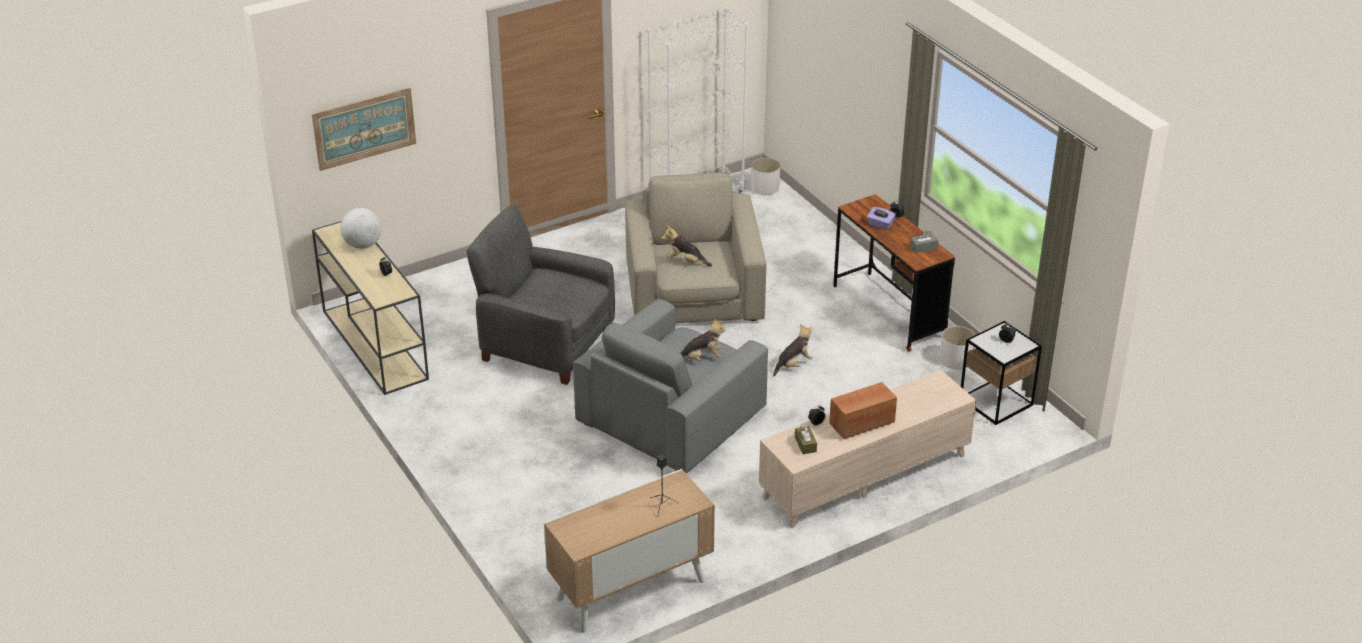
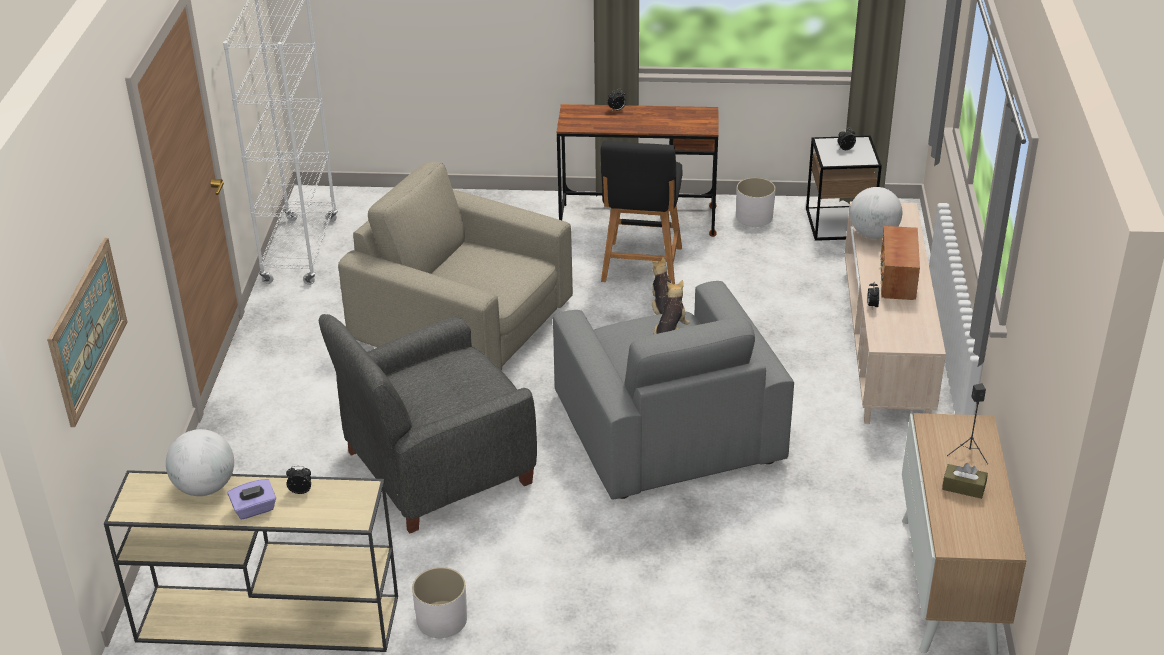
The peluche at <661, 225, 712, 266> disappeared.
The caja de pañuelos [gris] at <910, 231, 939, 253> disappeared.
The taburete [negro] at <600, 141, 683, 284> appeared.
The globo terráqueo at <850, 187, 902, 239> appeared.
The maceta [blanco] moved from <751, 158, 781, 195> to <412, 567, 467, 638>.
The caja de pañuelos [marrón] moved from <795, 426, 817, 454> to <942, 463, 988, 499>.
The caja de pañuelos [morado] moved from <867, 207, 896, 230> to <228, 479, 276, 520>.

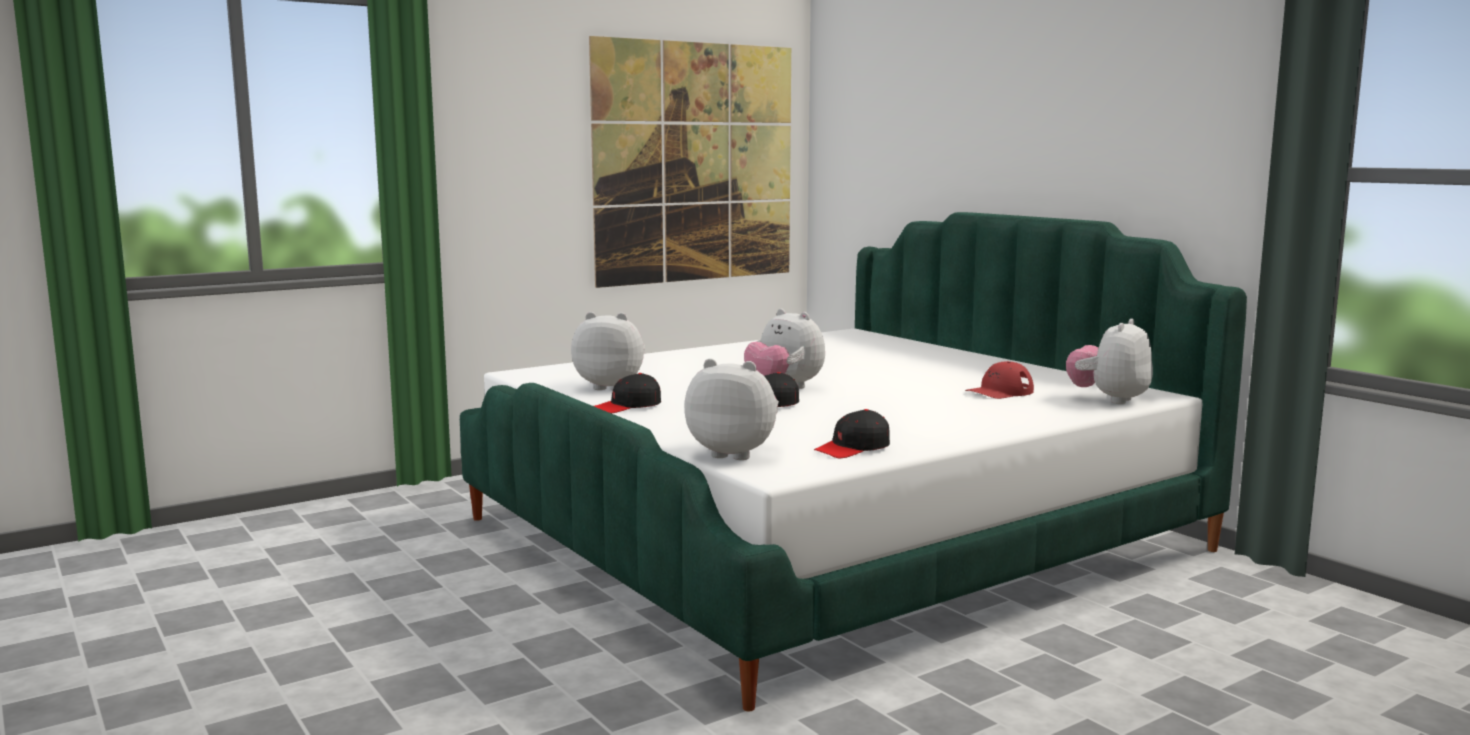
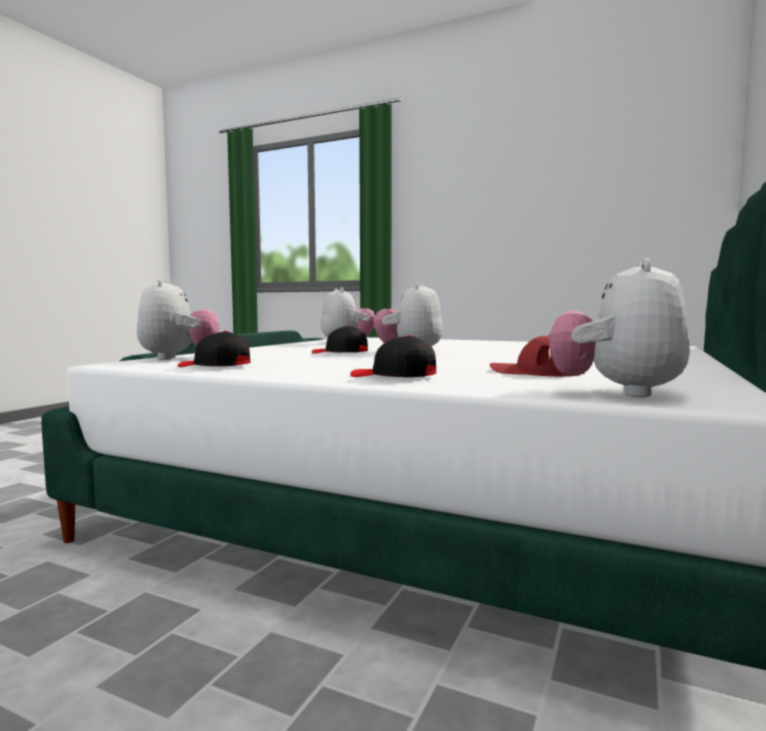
The cuadro at <589, 36, 791, 288> disappeared.
The gorra [negro] moved from <594, 373, 661, 413> to <350, 335, 436, 377>.
The peluche at <1066, 319, 1153, 404> turned 75 degrees counterclockwise.

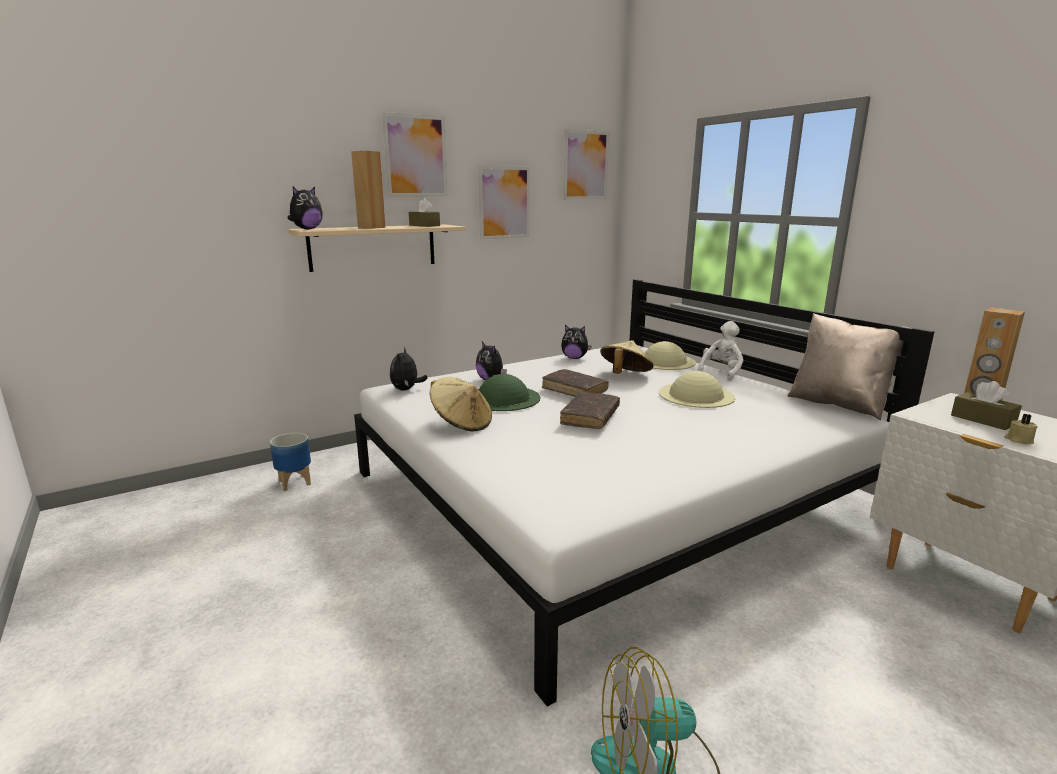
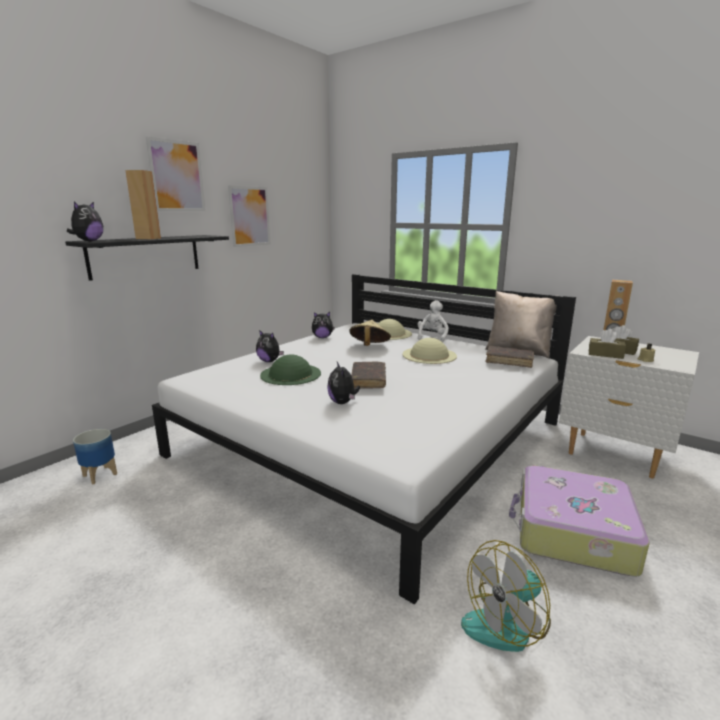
The sombrero [beis] at <430, 377, 492, 432> disappeared.
The cuadro at <563, 129, 609, 200> disappeared.
The maleta at <509, 466, 649, 577> appeared.
The peluche moved from <390, 347, 427, 391> to <327, 362, 360, 404>.
The caja de pañuelos [marrón] moved from <409, 198, 440, 227> to <589, 329, 626, 359>.
The libro [marrón] moved from <542, 369, 609, 397> to <486, 346, 534, 368>.
The estante [beis] at <288, 225, 466, 272> became the estante [negro] at <65, 235, 229, 281>.

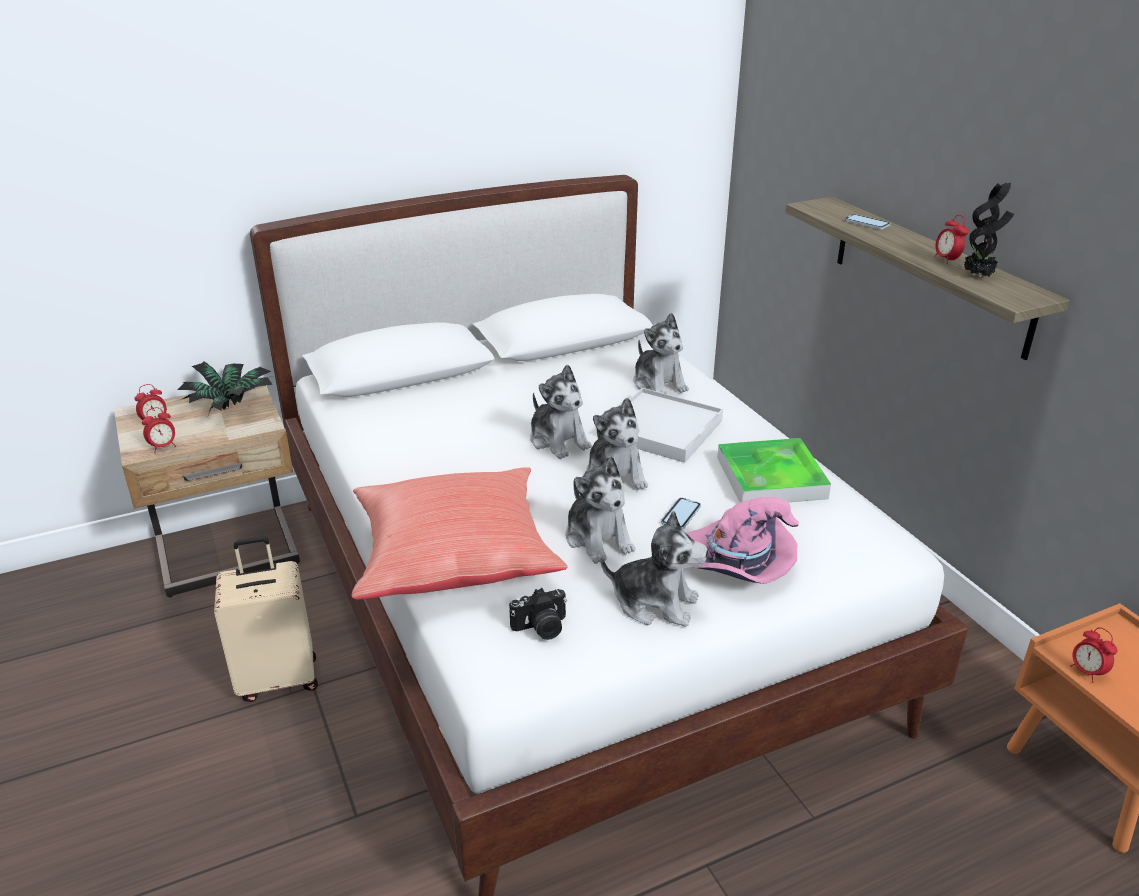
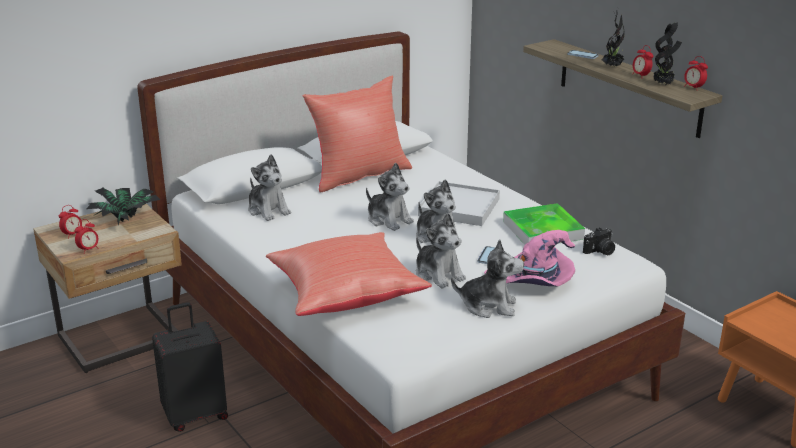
The cojín [rojo] at <303, 76, 412, 193> appeared.
The planta en maceta at <602, 9, 625, 67> appeared.
The cámara moved from <509, 588, 567, 640> to <583, 228, 615, 255>.
The peluche moved from <634, 313, 689, 394> to <248, 154, 291, 221>.
The despertador moved from <1070, 627, 1117, 683> to <684, 56, 708, 91>.
The maleta [beis] at <214, 536, 318, 702> became the maleta [negro] at <152, 302, 228, 432>.

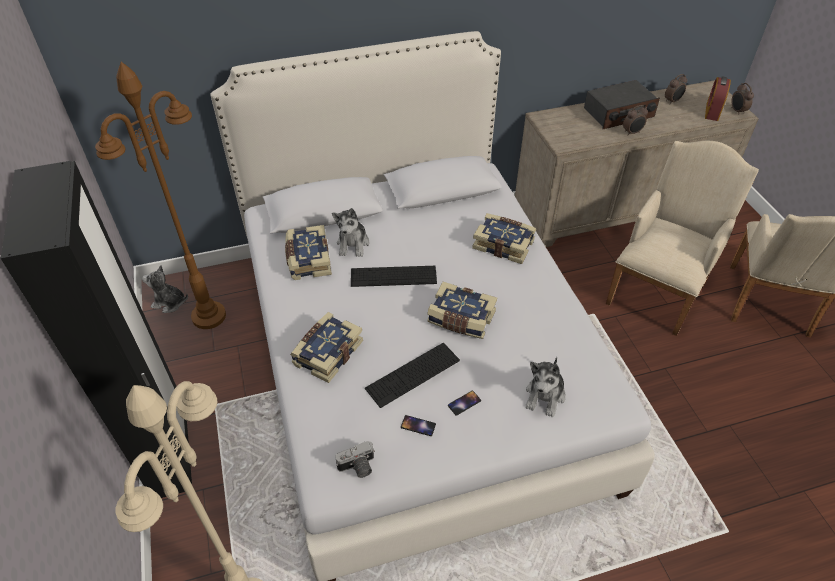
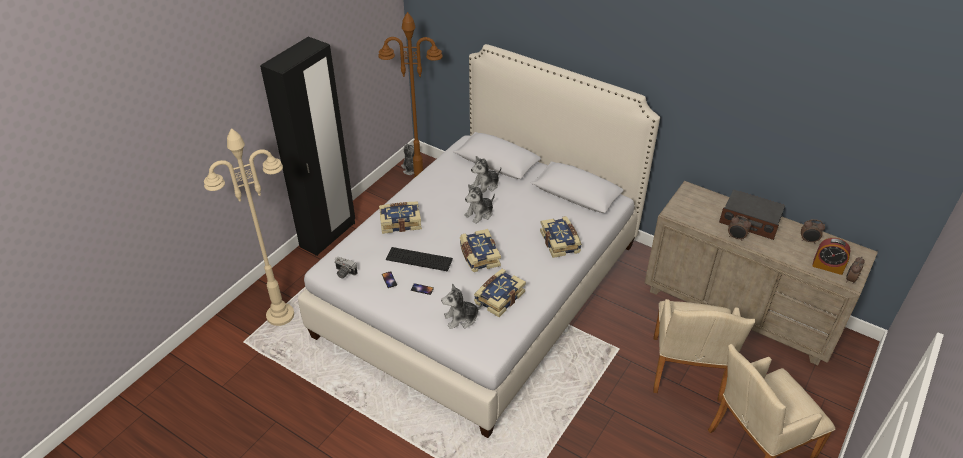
The libro moved from <285, 225, 332, 280> to <474, 269, 526, 317>.
The teclado at <351, 266, 437, 287> was replaced by the peluche at <464, 184, 495, 224>.
The sillón [beis] at <606, 141, 759, 336> turned 105 degrees clockwise.
The despertador at <705, 76, 731, 121> turned 135 degrees counterclockwise.

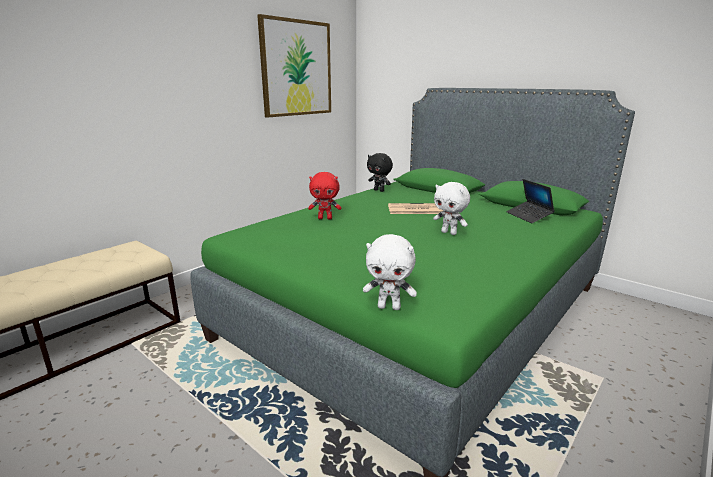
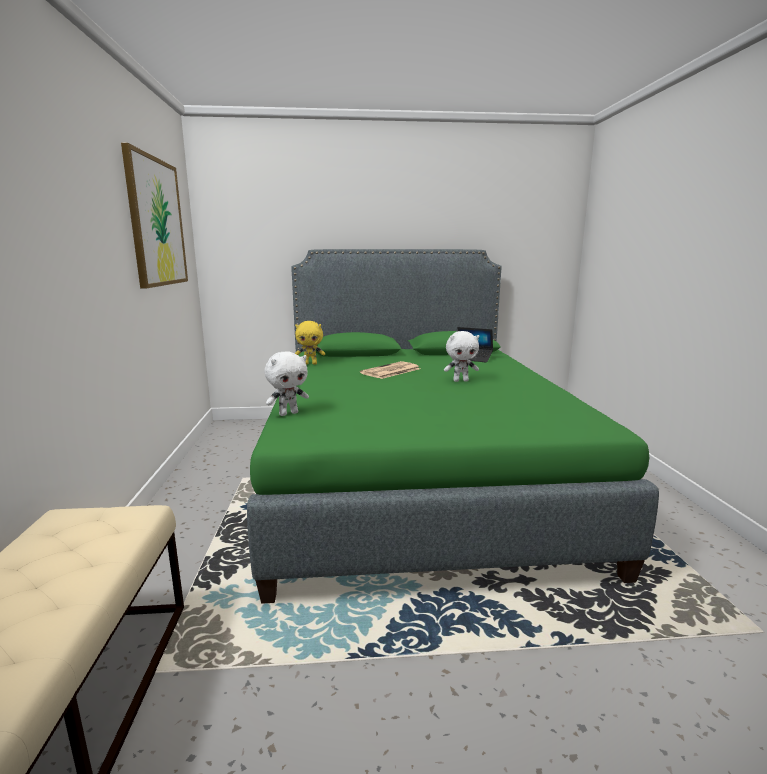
The peluche [rojo] at <308, 172, 341, 219> disappeared.
The peluche [blanco] moved from <363, 234, 417, 310> to <265, 351, 309, 416>.
The peluche [negro] at <367, 153, 393, 192> became the peluche [amarillo] at <295, 321, 325, 365>.

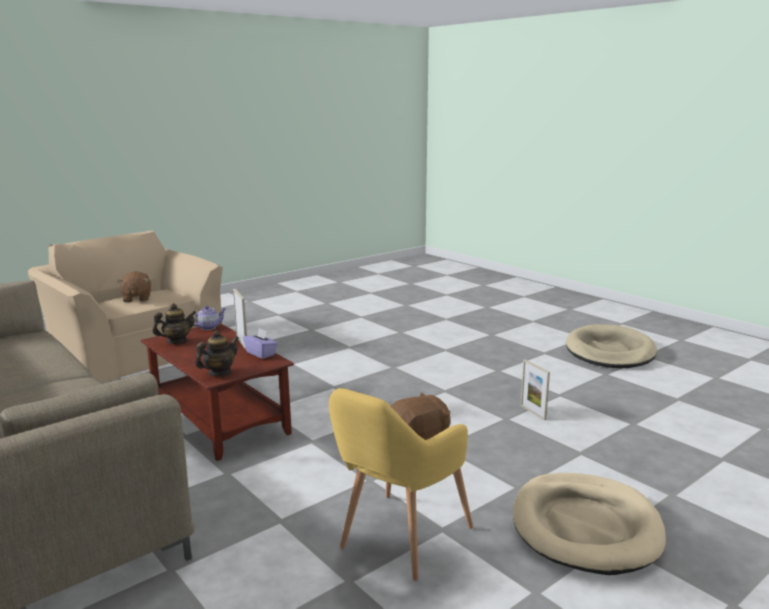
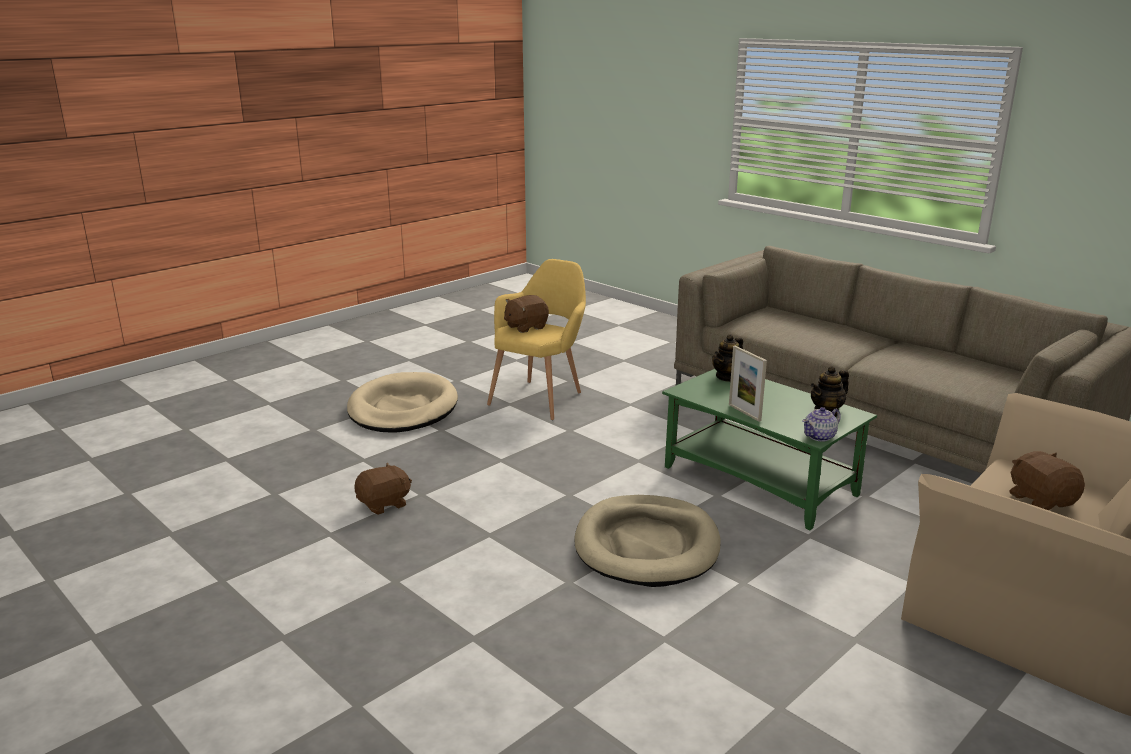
The caja de pañuelos [morado] at <243, 328, 278, 359> disappeared.
The cama para perro [beis] moved from <566, 324, 657, 368> to <574, 495, 720, 587>.
The portarretratos at <521, 359, 550, 420> was replaced by the peluche [marrón] at <354, 463, 412, 515>.
The mesa de centro [marrón] at <141, 323, 294, 461> became the mesa de centro [verde] at <662, 369, 877, 530>.

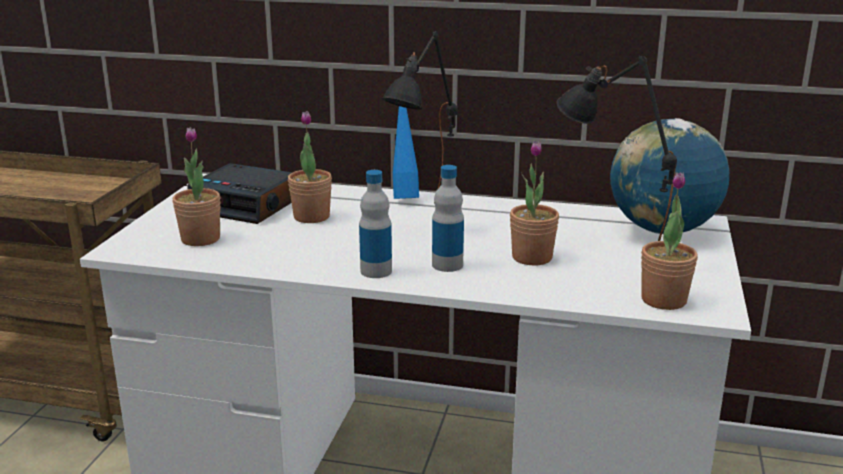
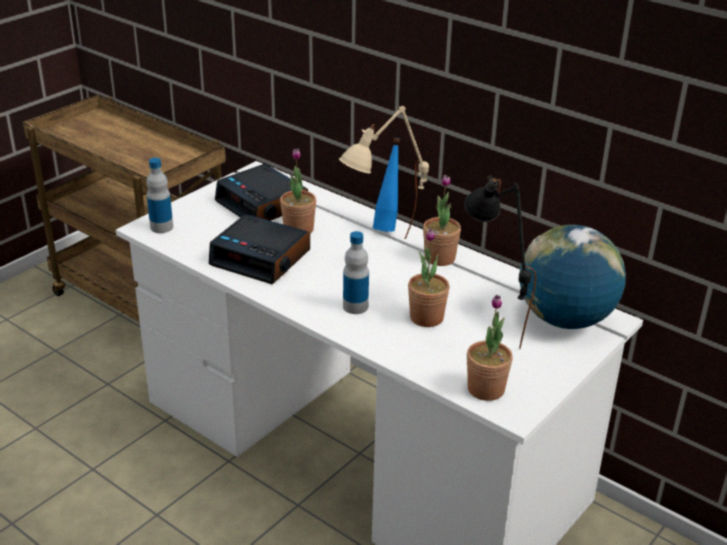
The despertador at <209, 214, 310, 284> appeared.
The planta en maceta moved from <172, 127, 221, 246> to <423, 175, 461, 266>.
The botella moved from <359, 170, 392, 278> to <146, 158, 173, 233>.
The lámpara de mesa [negro] at <382, 31, 458, 188> became the lámpara de mesa [beis] at <339, 106, 429, 239>.

